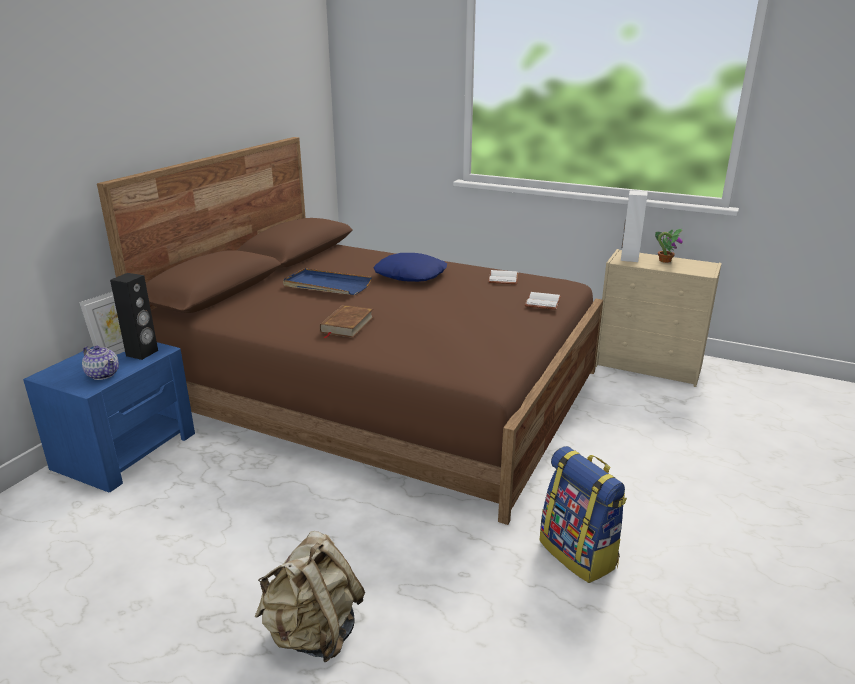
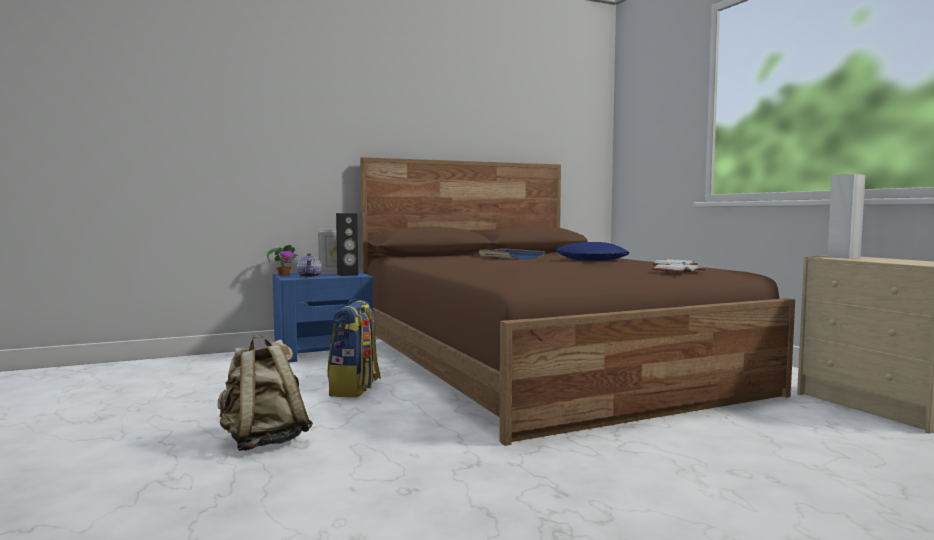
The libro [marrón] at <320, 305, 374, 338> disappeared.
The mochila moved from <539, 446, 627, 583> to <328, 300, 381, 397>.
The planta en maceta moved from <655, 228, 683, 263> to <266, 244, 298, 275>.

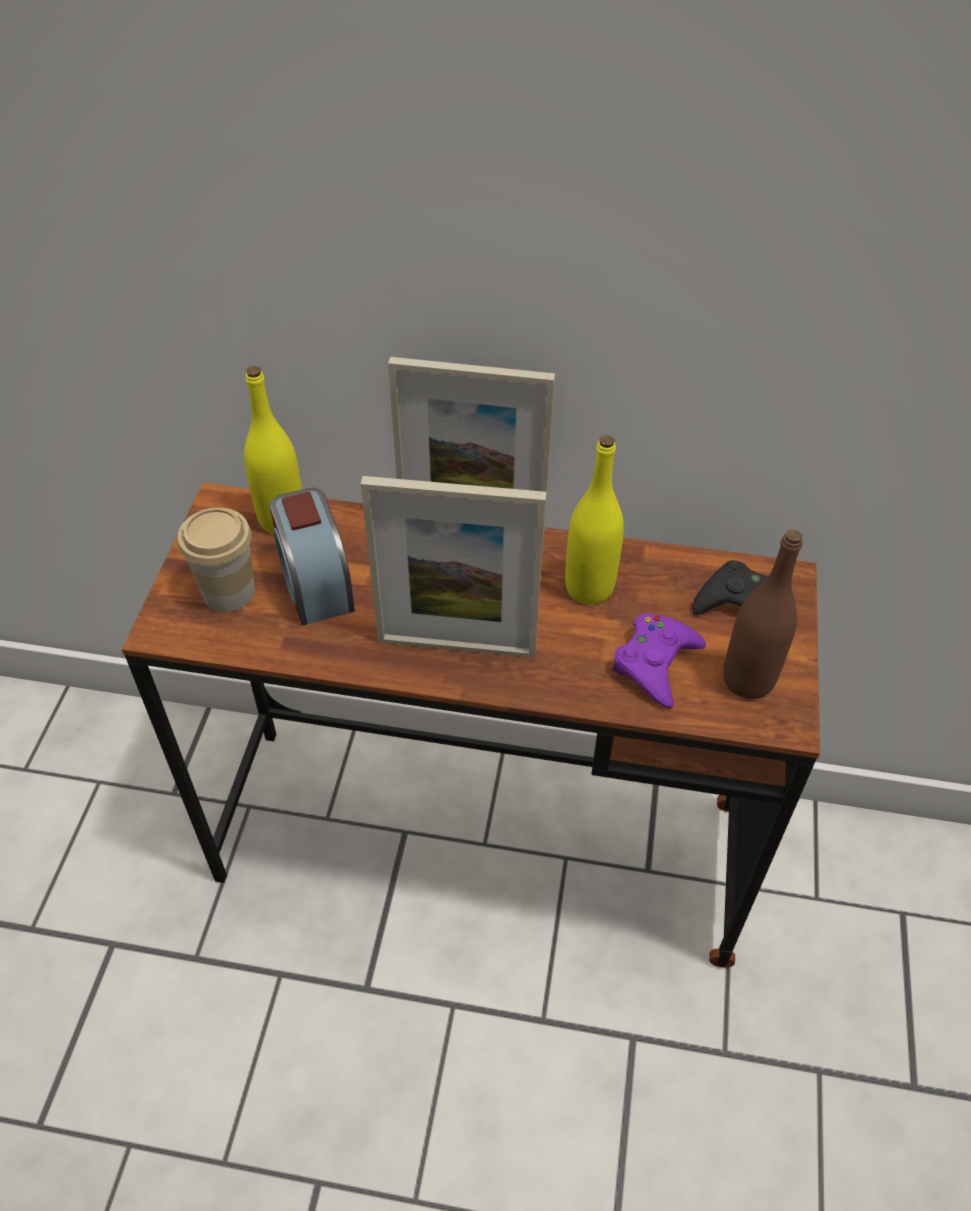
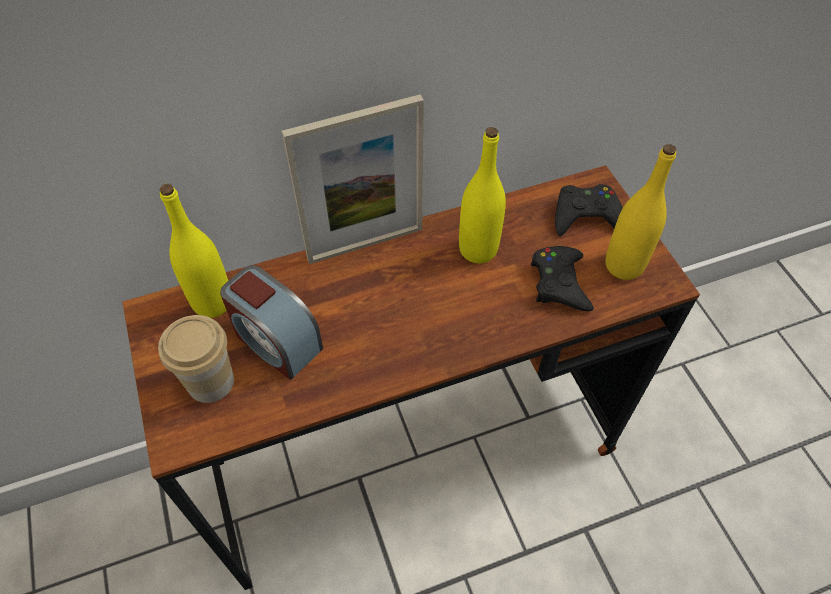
The portarretratos at <361, 476, 546, 658> disappeared.
The mando de consola [morado] at <612, 613, 706, 708> became the mando de consola [negro] at <531, 246, 594, 312>.
The botella [marrón] at <723, 530, 802, 699> became the botella [amarillo] at <605, 144, 676, 280>.

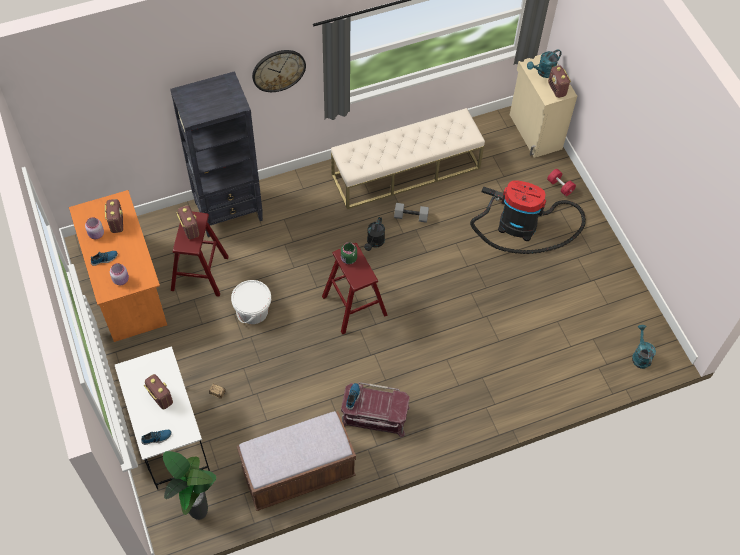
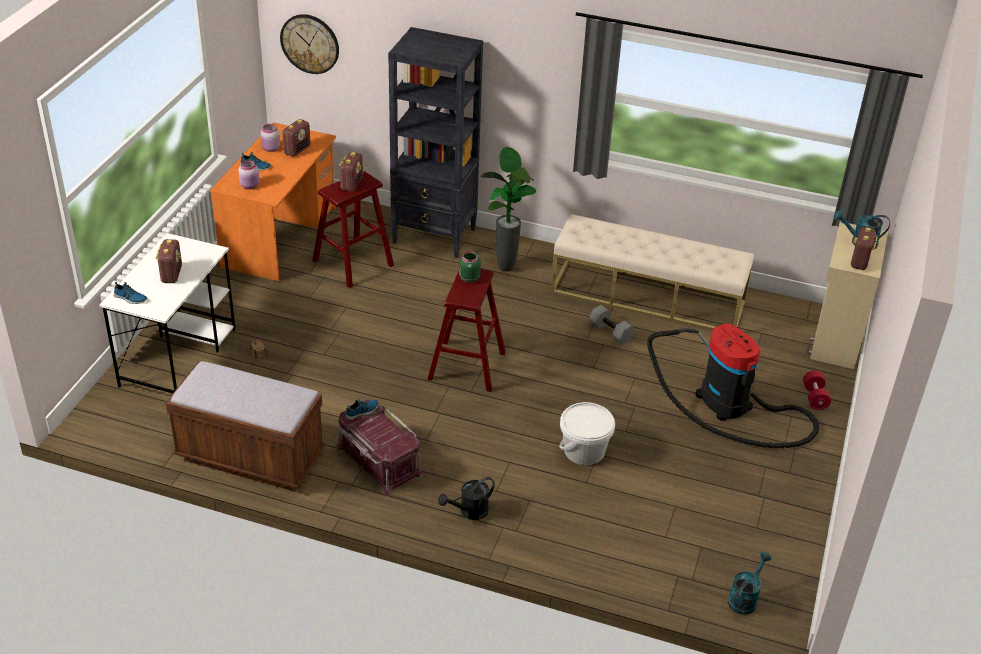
The planta en maceta moved from <163, 451, 216, 520> to <481, 147, 536, 271>.
The cubo [blanco] moved from <231, 280, 271, 324> to <559, 402, 615, 465>.
The reloj de pared moved from <252, 50, 306, 92> to <280, 14, 339, 74>.
The regadera [negro] moved from <364, 217, 385, 251> to <438, 477, 495, 520>.

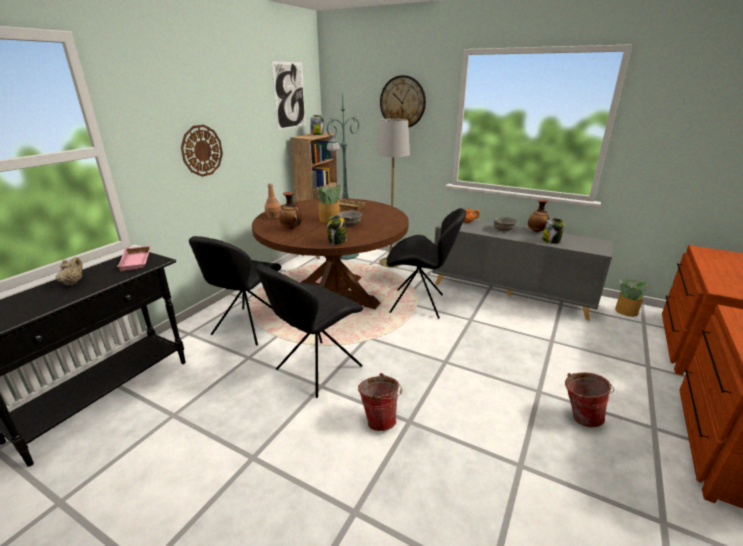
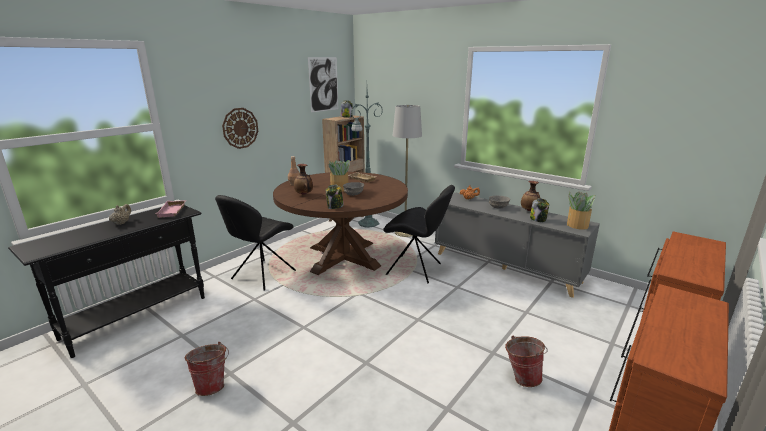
The silla [negro] at <256, 264, 363, 398> disappeared.
The reloj de pared at <380, 75, 426, 128> disappeared.
The cubo moved from <358, 373, 402, 431> to <185, 342, 229, 396>.
The planta en maceta moved from <615, 278, 649, 317> to <567, 192, 596, 230>.

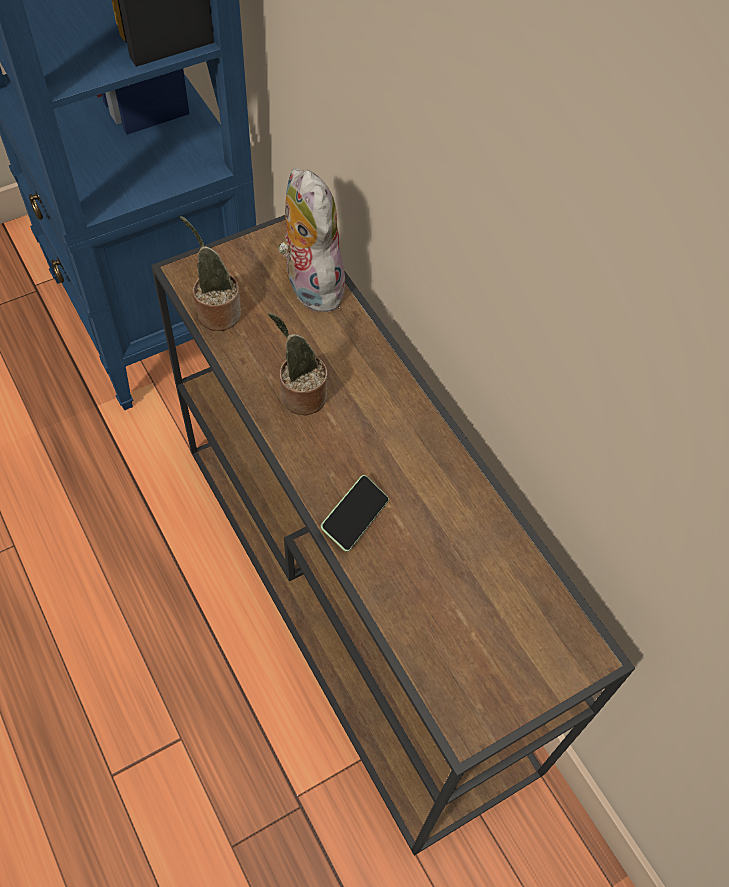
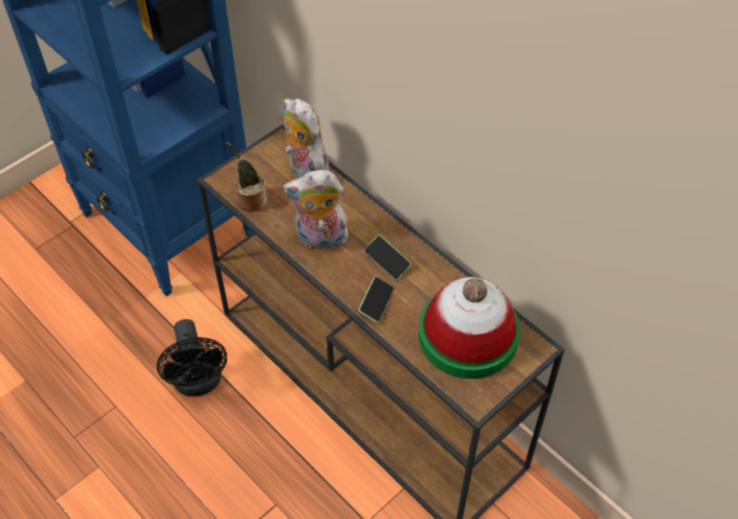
The ventilador [negro] at <157, 319, 227, 396> appeared.
The móvil at <364, 235, 411, 280> appeared.
The sombrero at <418, 277, 521, 379> appeared.
The planta en maceta at <268, 313, 327, 415> was replaced by the peluche at <283, 170, 348, 250>.

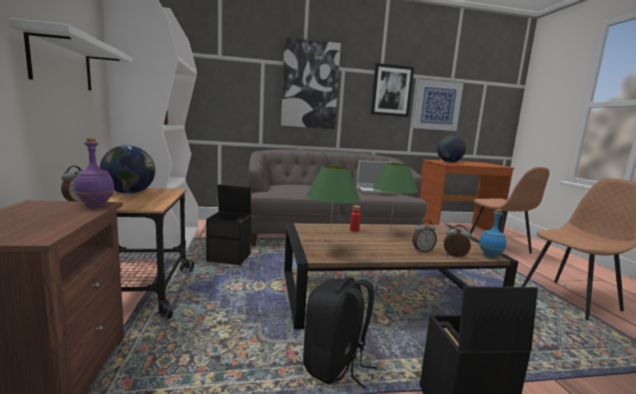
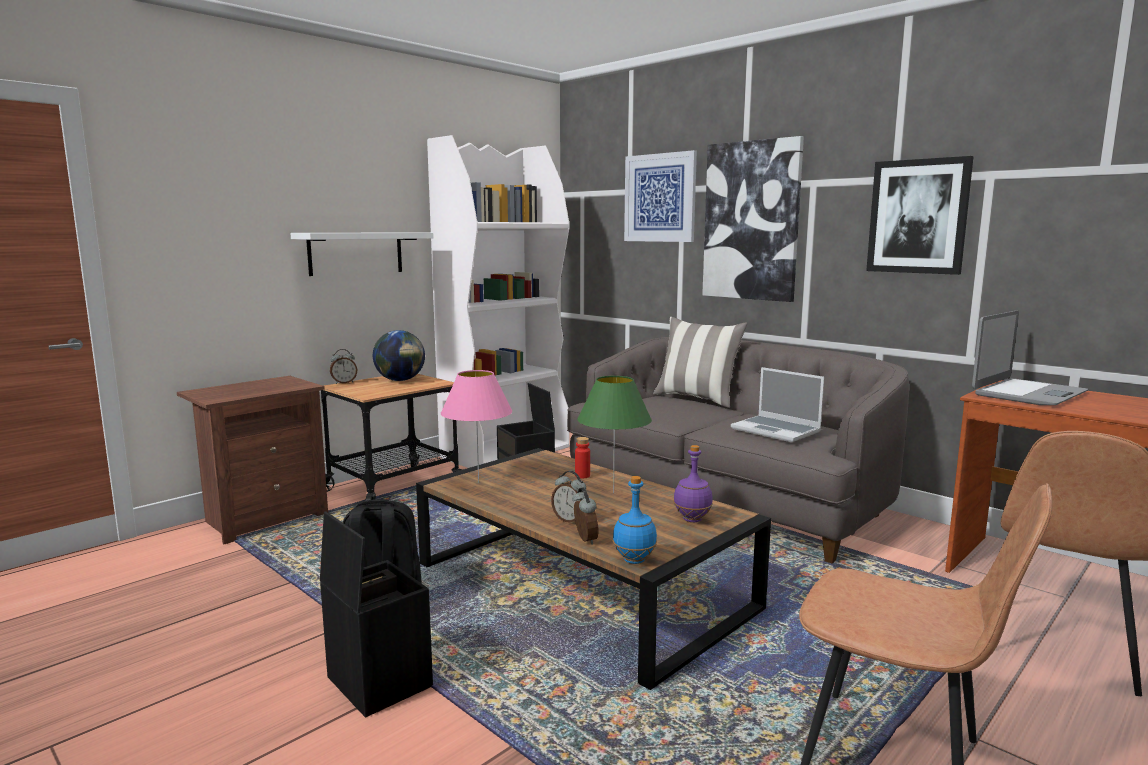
The cojín at <653, 317, 747, 408> appeared.
The botella [morado] moved from <74, 138, 115, 207> to <673, 445, 713, 522>.
The cuadro moved from <413, 79, 464, 131> to <624, 150, 697, 242>.
The globo terráqueo at <437, 136, 466, 163> was replaced by the portátil at <972, 311, 1088, 405>.
The lámpara de mesa [verde] at <306, 165, 360, 248> became the lámpara de mesa [rosa] at <441, 370, 512, 483>.

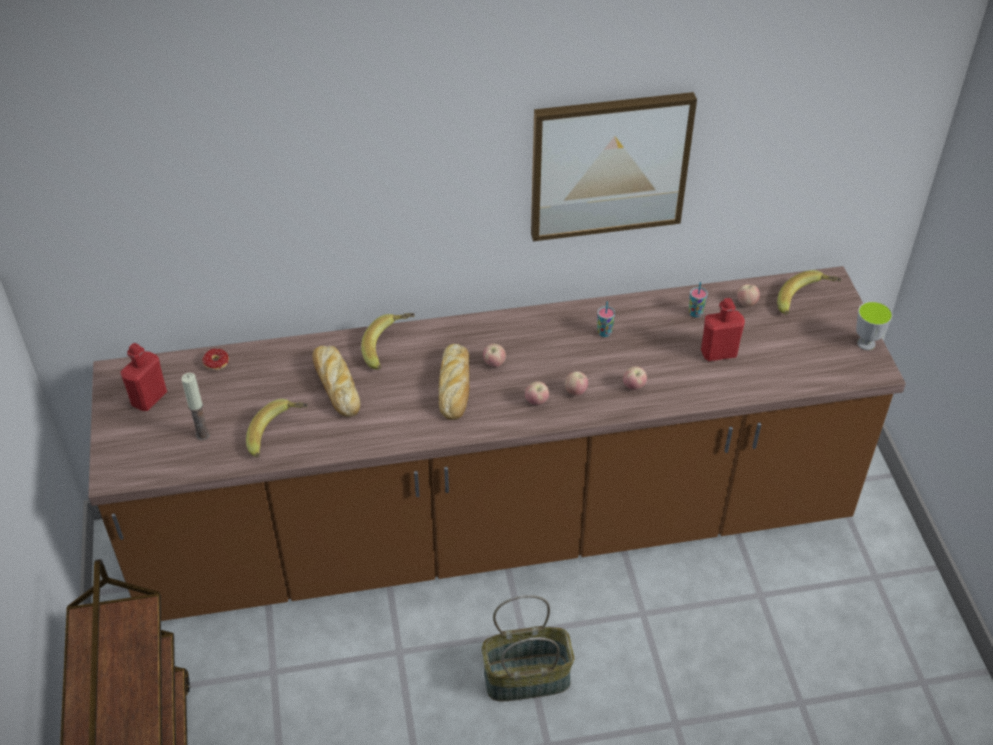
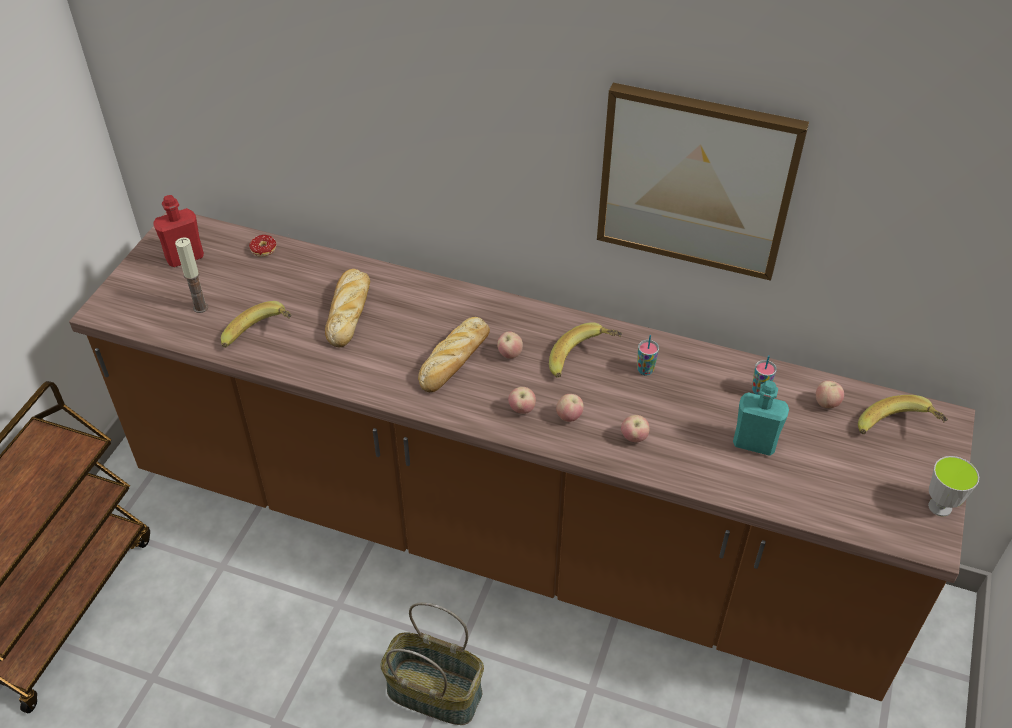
The plátano moved from <361, 313, 415, 370> to <549, 322, 622, 378>.
The botella [rojo] at <701, 298, 745, 361> became the botella [turquesa] at <733, 380, 789, 456>.

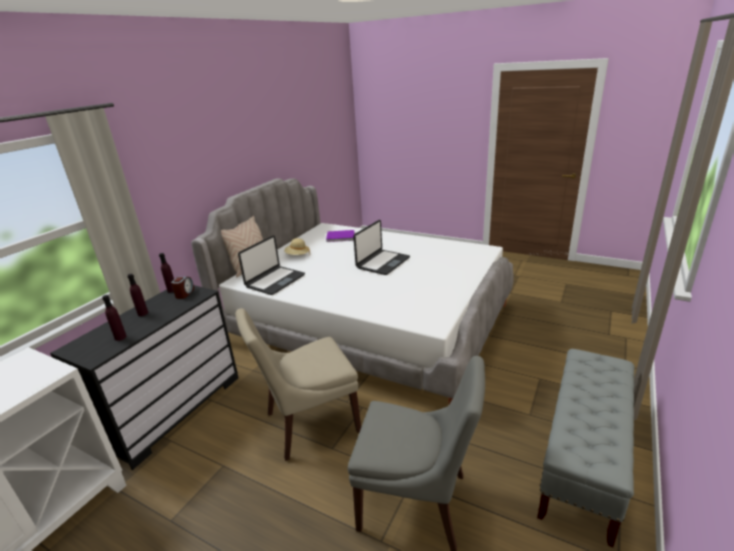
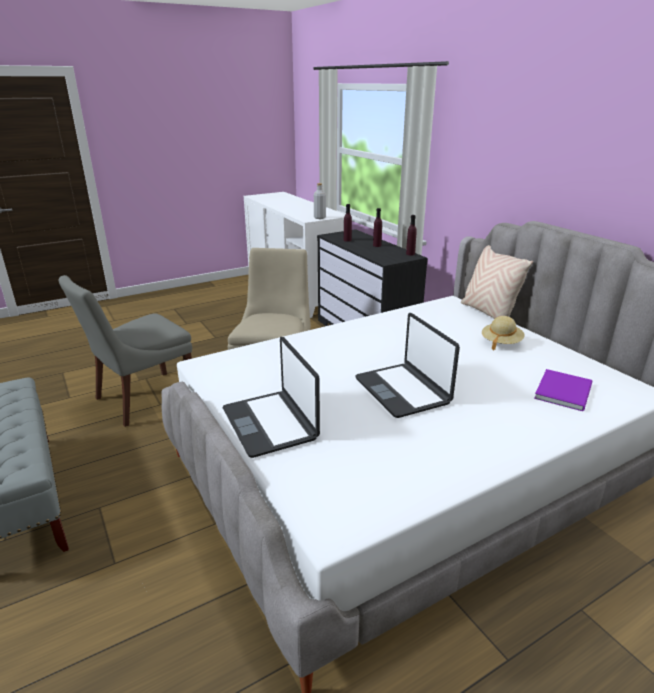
The despertador at <171, 277, 194, 299> disappeared.
The botella [gris] at <314, 183, 326, 219> appeared.
The portátil moved from <238, 235, 305, 295> to <223, 337, 320, 458>.

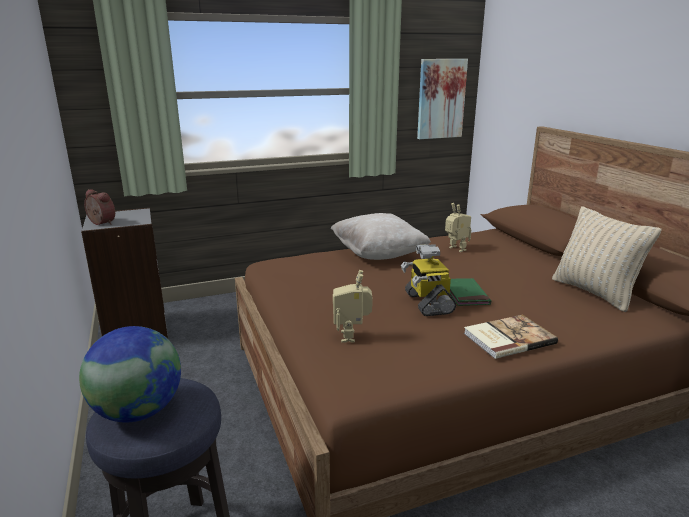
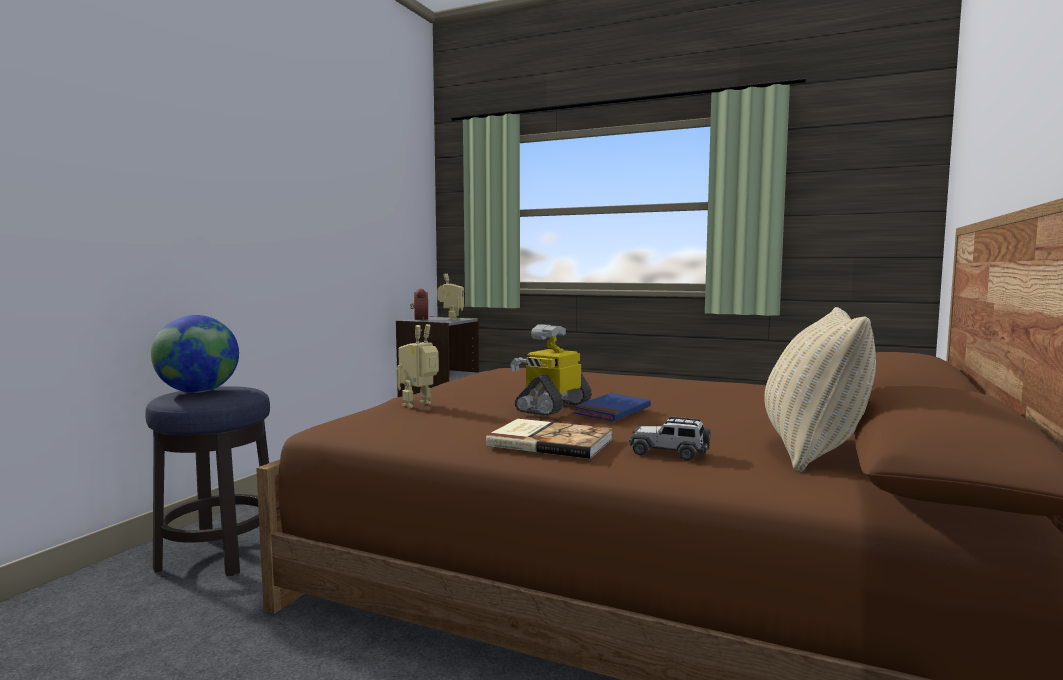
The cojín [beis] at <331, 213, 431, 260> disappeared.
The cuadro at <417, 59, 468, 139> disappeared.
The coche de juguete at <629, 416, 710, 461> appeared.
The robot de juguete moved from <445, 203, 472, 252> to <437, 273, 464, 320>.
The libro [verde] at <450, 278, 491, 306> became the libro [azul] at <573, 393, 651, 421>.

